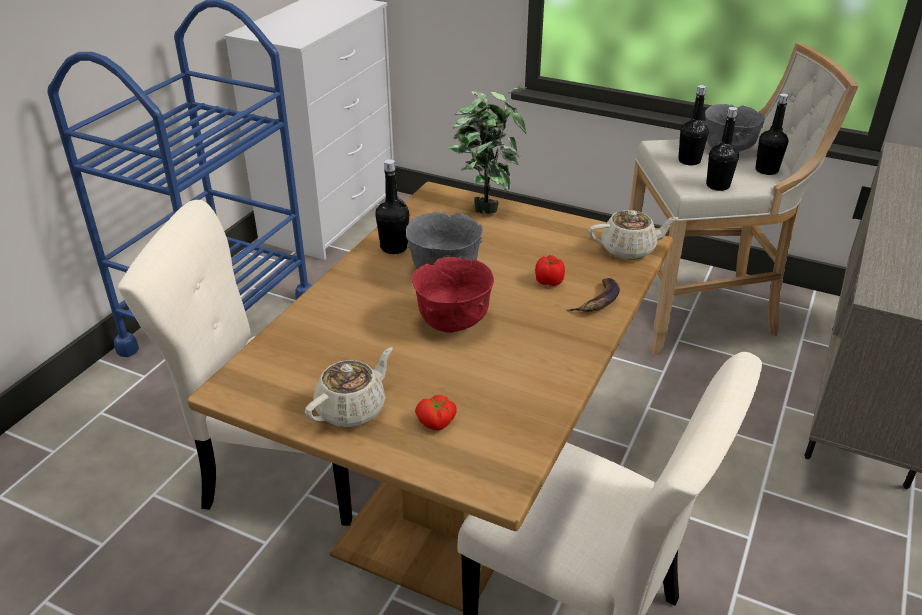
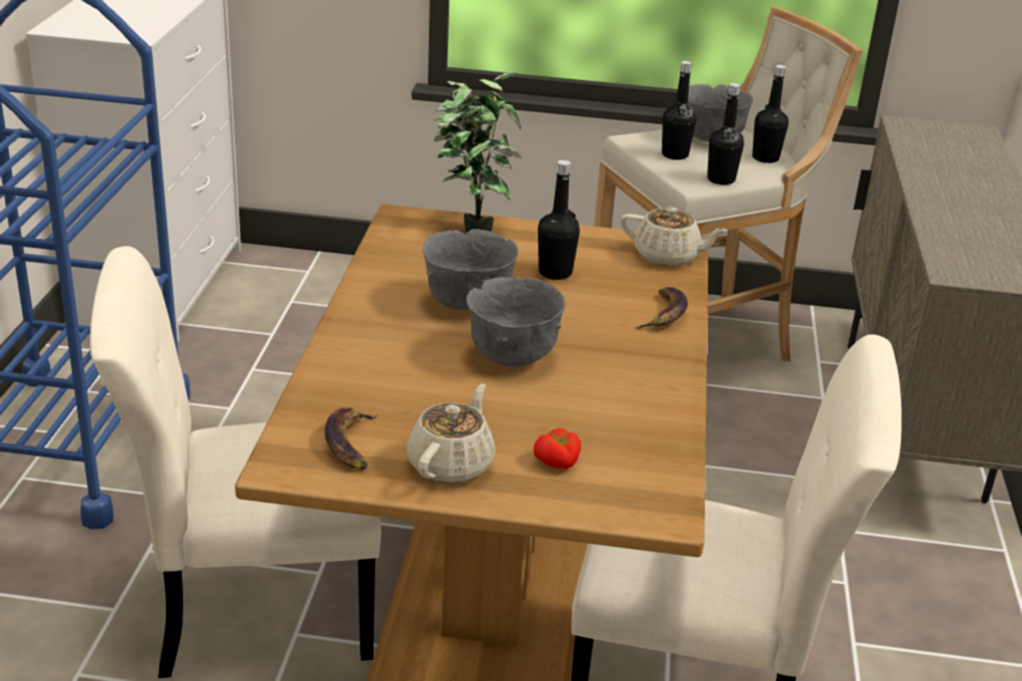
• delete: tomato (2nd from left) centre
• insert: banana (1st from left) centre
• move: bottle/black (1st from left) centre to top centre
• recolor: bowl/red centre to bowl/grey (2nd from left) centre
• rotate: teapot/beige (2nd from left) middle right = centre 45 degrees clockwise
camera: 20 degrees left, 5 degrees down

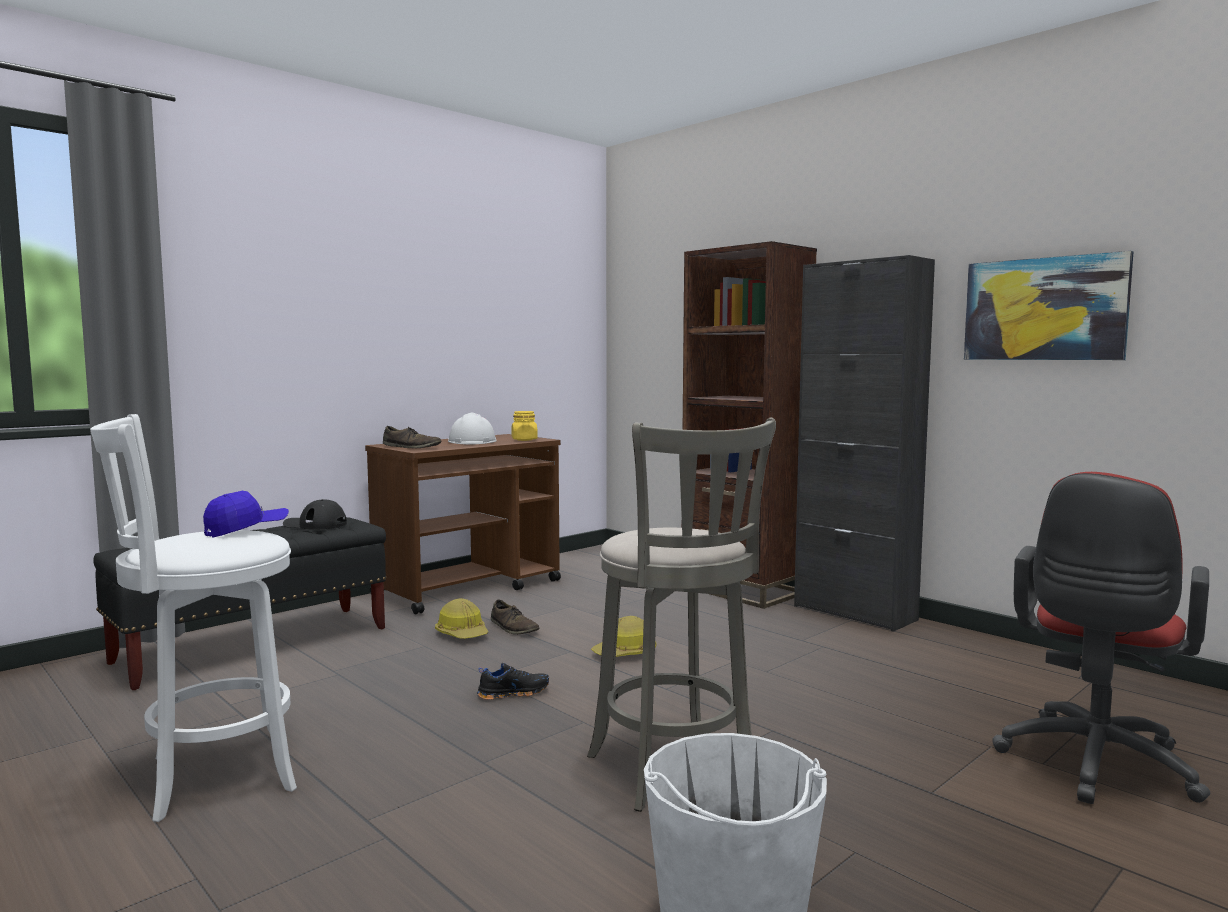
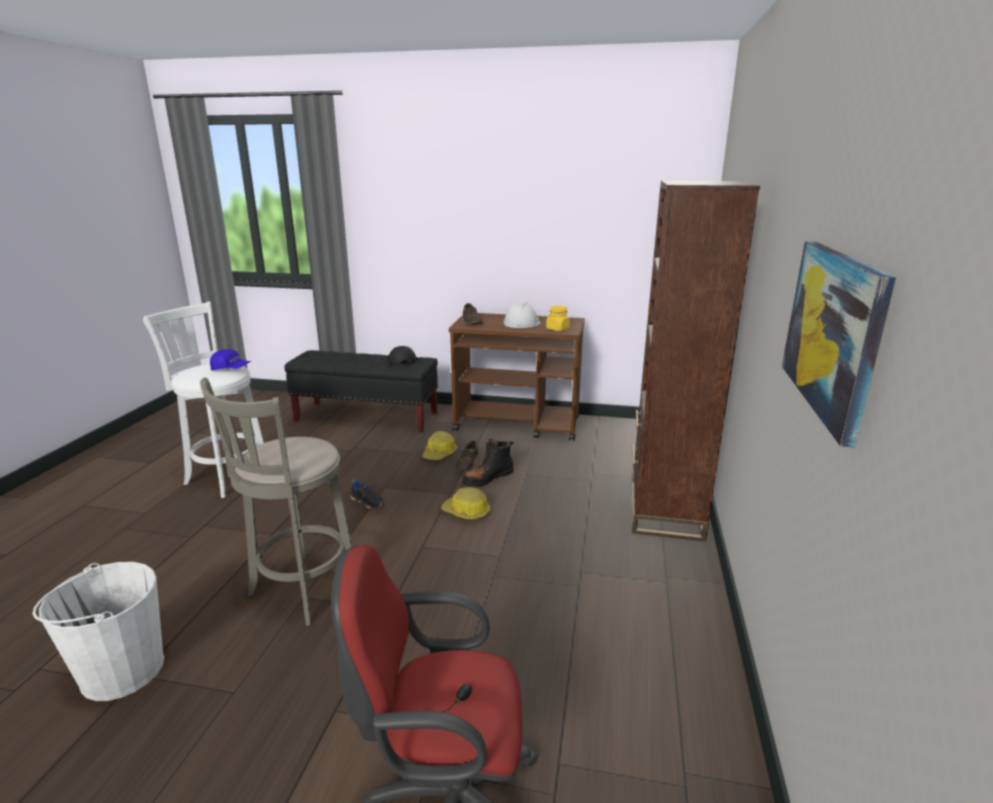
• delete: cabinet/black middle right
• insert: boot/black centre
camera: 55 degrees right, 15 degrees up

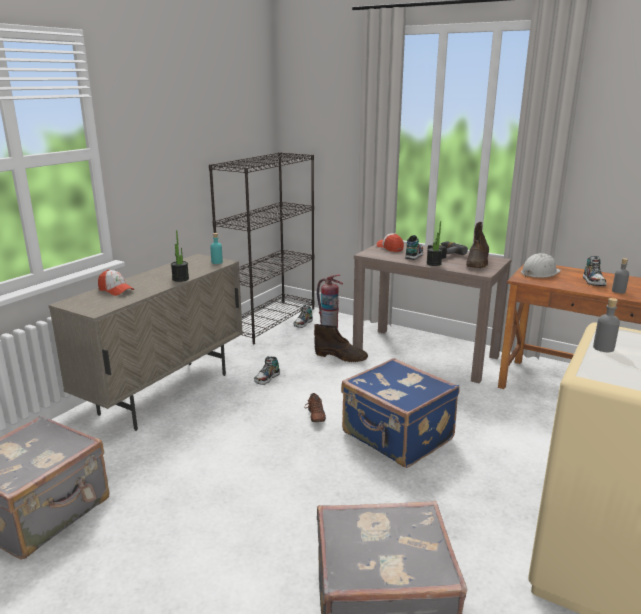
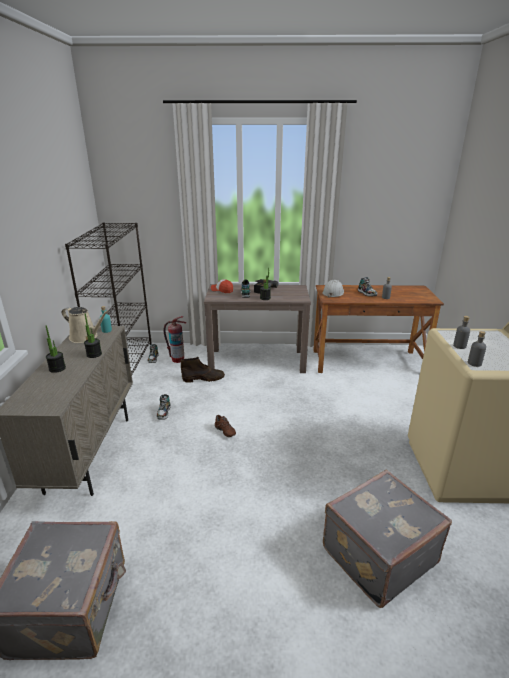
• delete: cap (1st from left) middle left
• delete: suitcase/blue bottom centre
• delete: boot/brown (2nd from left) middle right
• insert: potted plant (1st from left) middle left
• insert: watering can/beige middle left
• insert: bottle/grey (3rd from left) middle right
camera: 30 degrees left, 5 degrees up

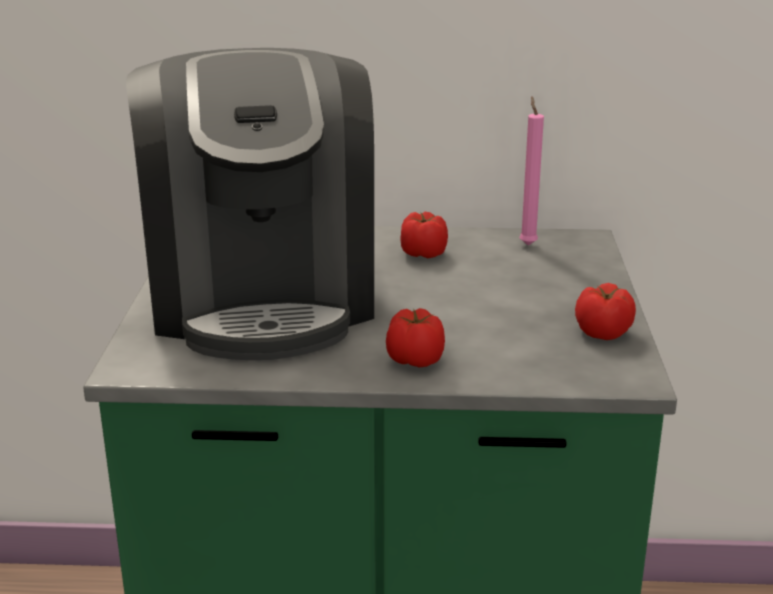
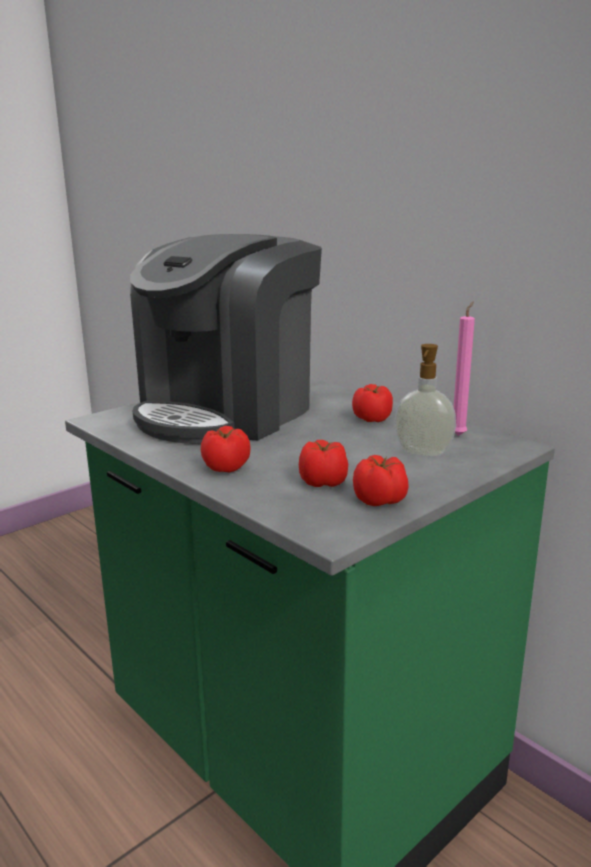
• insert: tomato (2nd from left) centre
• insert: soap dispenser middle right
camera: 45 degrees right, 5 degrees down

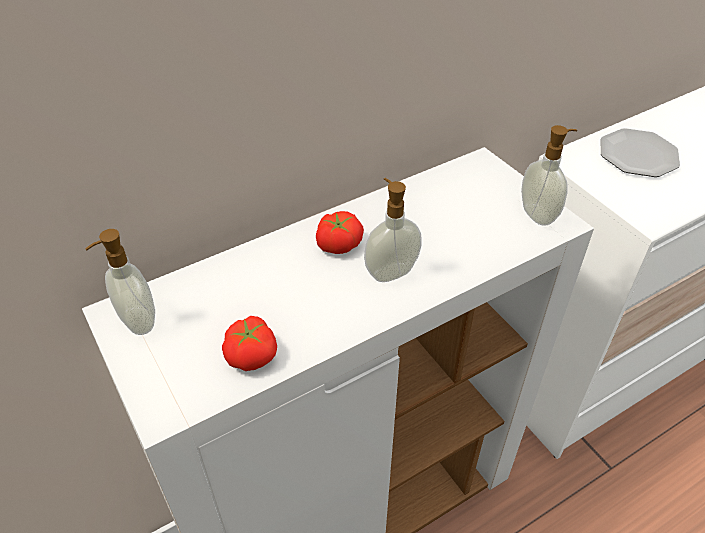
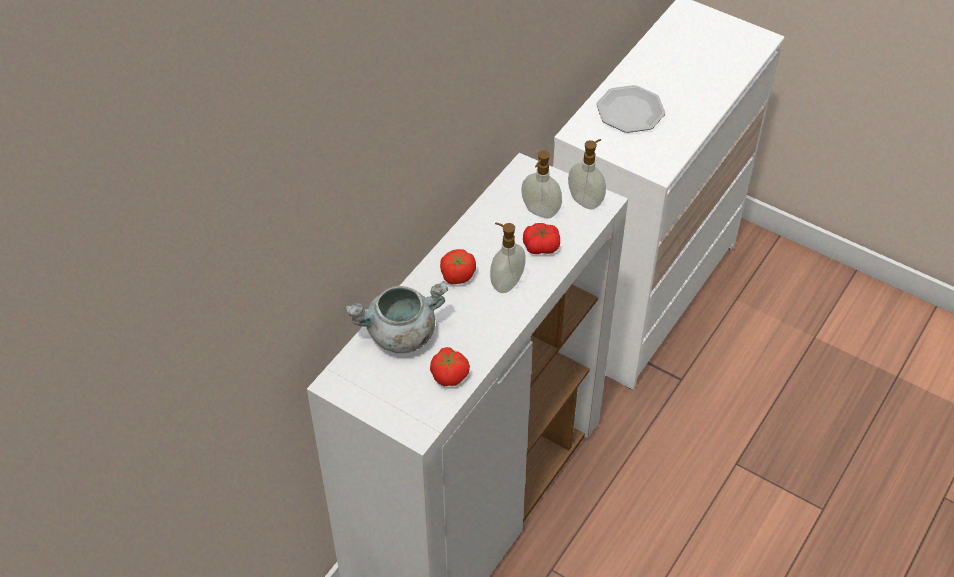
• insert: cooking pot/grey centre
• insert: tomato (3rd from left) centre
• move: soap dispenser (1st from left in the first image) middle left to soap dispenser (2nd from left) top centre
camera: 25 degrees left, 5 degrees up

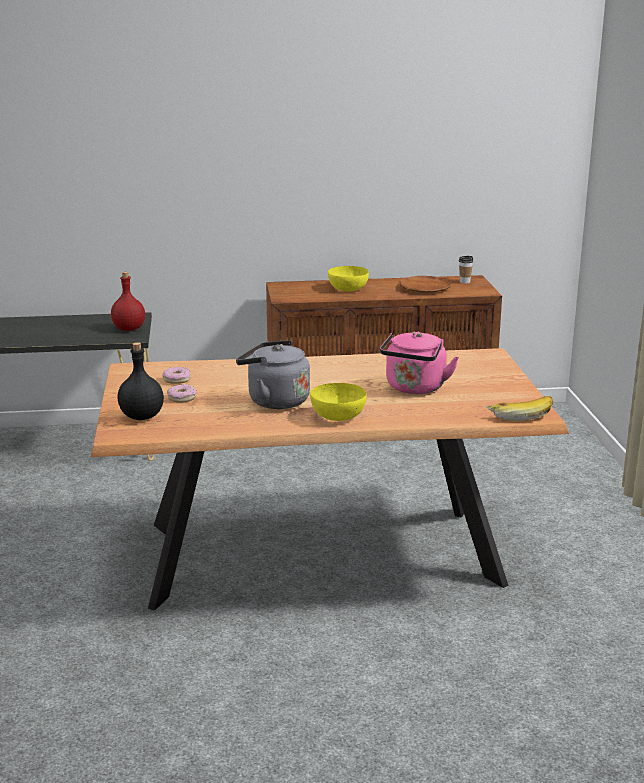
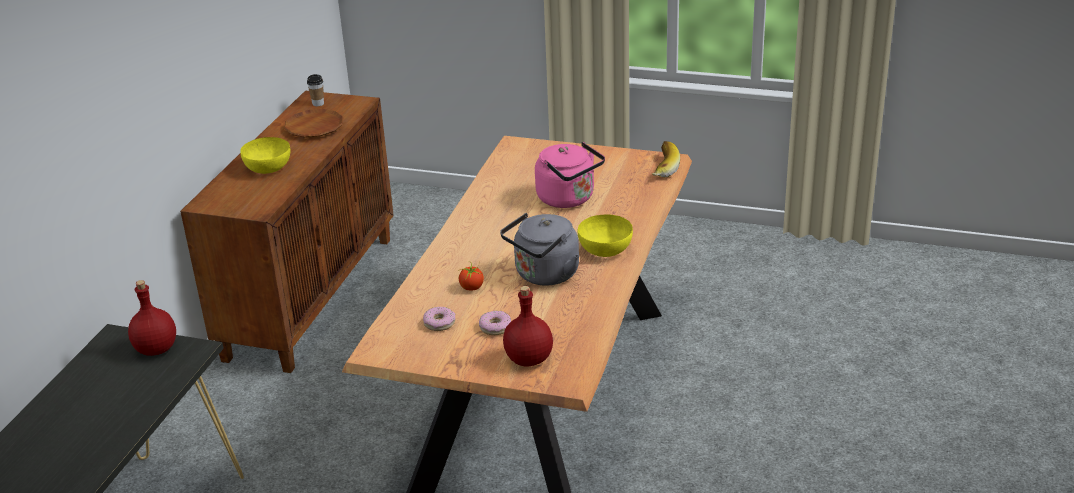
• insert: tomato centre
• recolor: bottle/black middle left to bottle/red (2nd from left) centre
camera: 65 degrees left, 10 degrees up

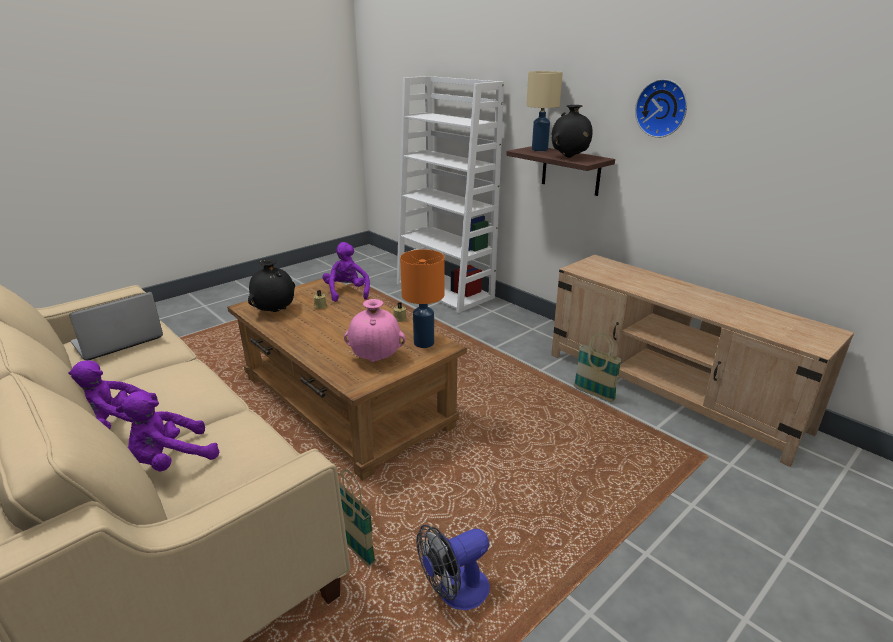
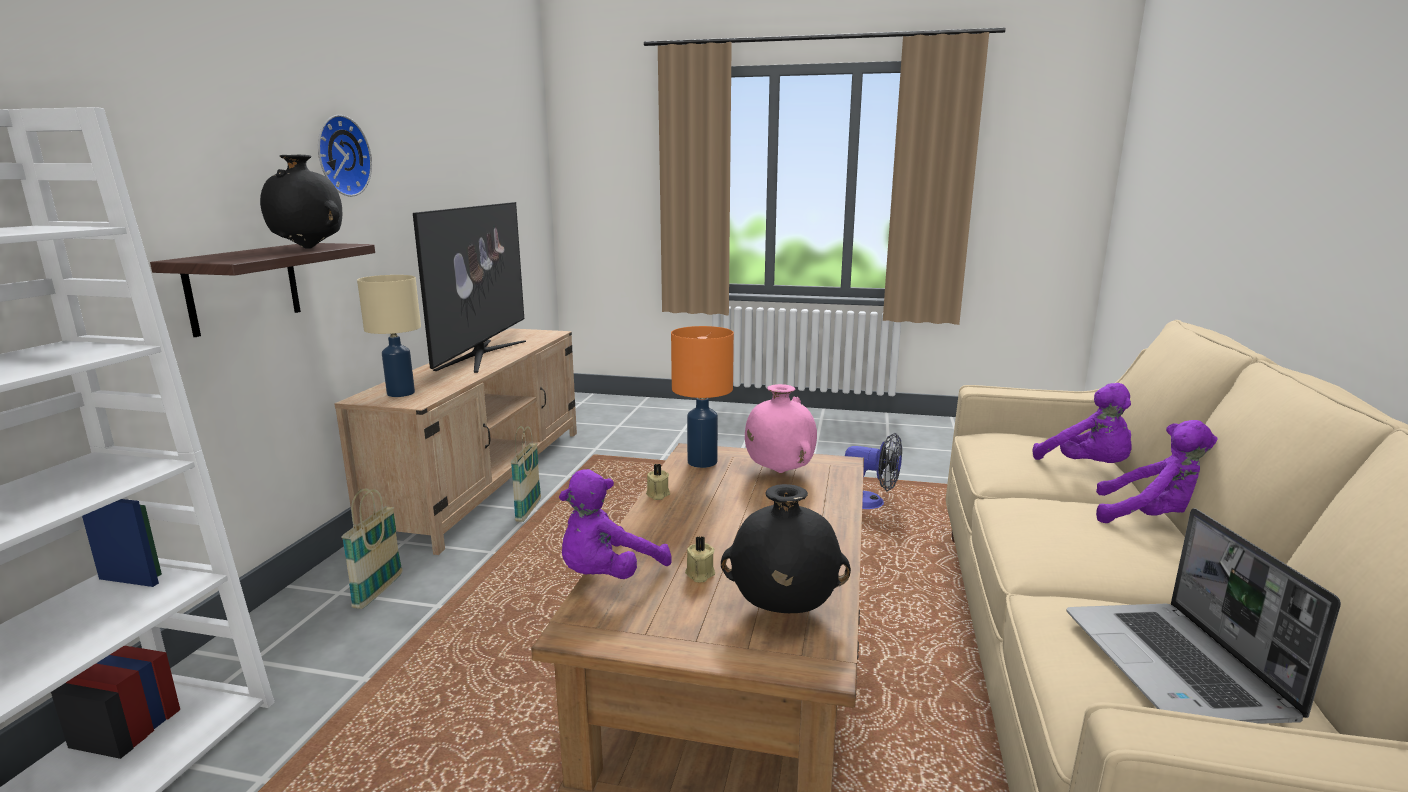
• insert: television middle left
• move: basket (1st from left) bottom centre to bottom left
• move: table lamp/beige top centre to middle left
• rotate: laptop middle left = bottom right 75 degrees clockwise
• rotate: plush toy/purple (2nd from left) bottom left = middle right 45 degrees clockwise
camera: 125 degrees left, 10 degrees down

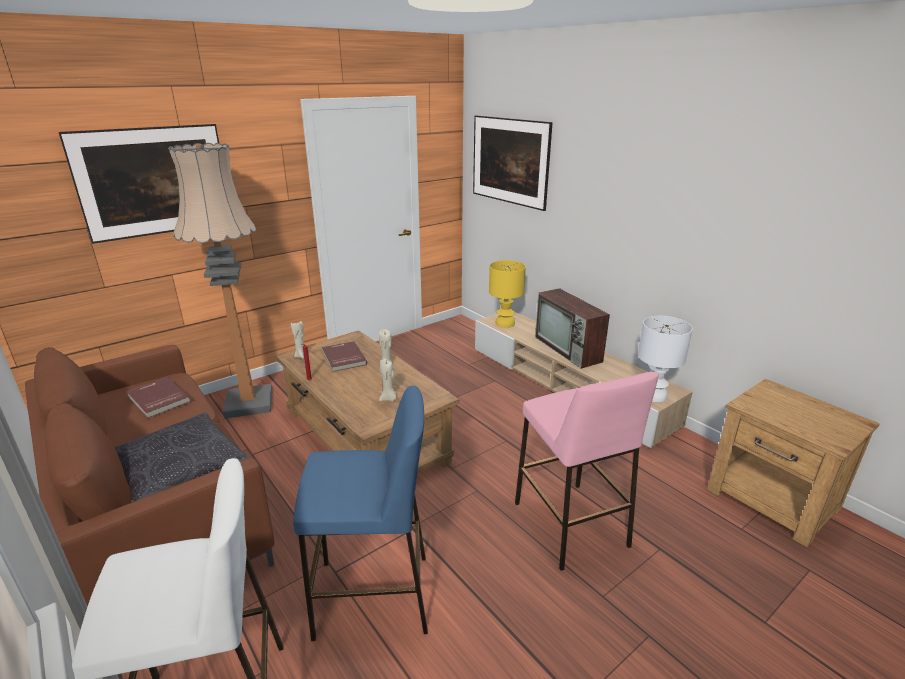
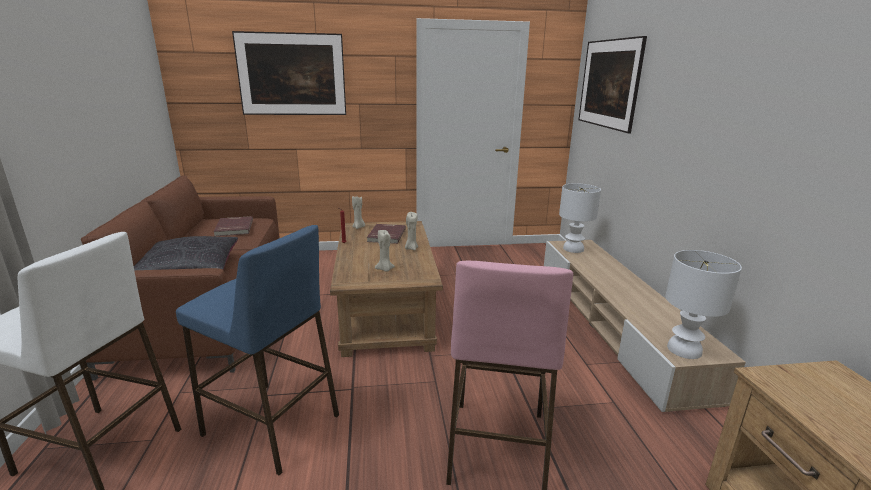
• delete: floor lamp middle left
• delete: television centre
• recolor: table lamp/yellow centre to table lamp/white (1st from left) centre
camera: 30 degrees right, 5 degrees down

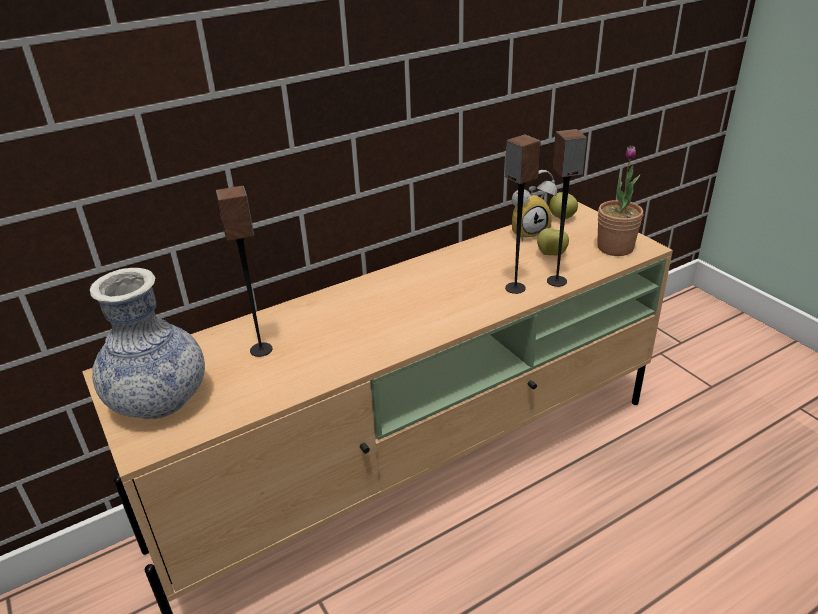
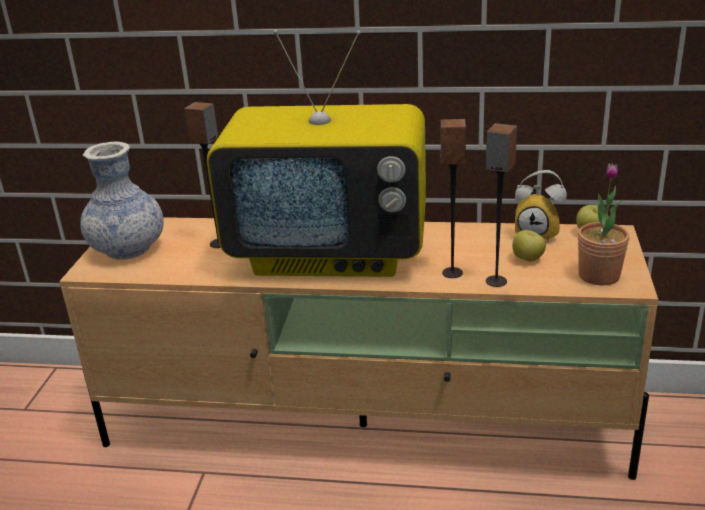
• insert: television top centre
camera: 40 degrees right, 5 degrees down

